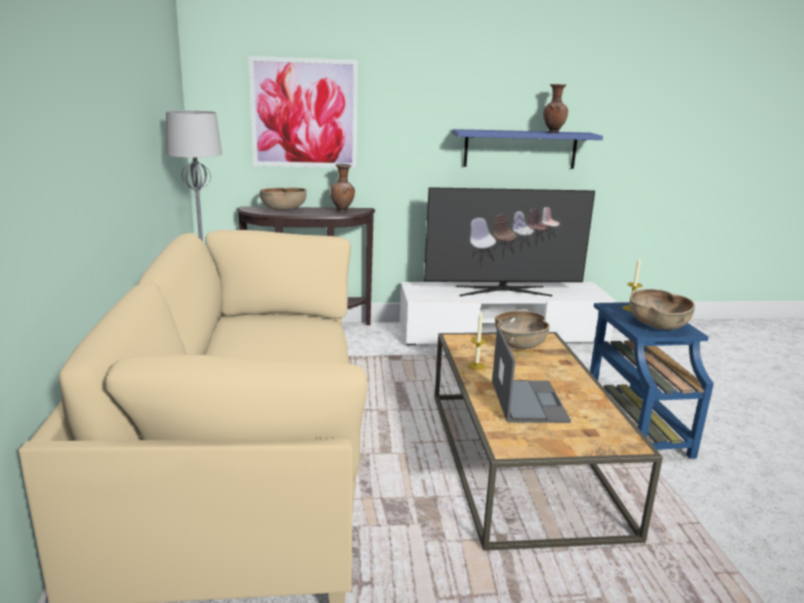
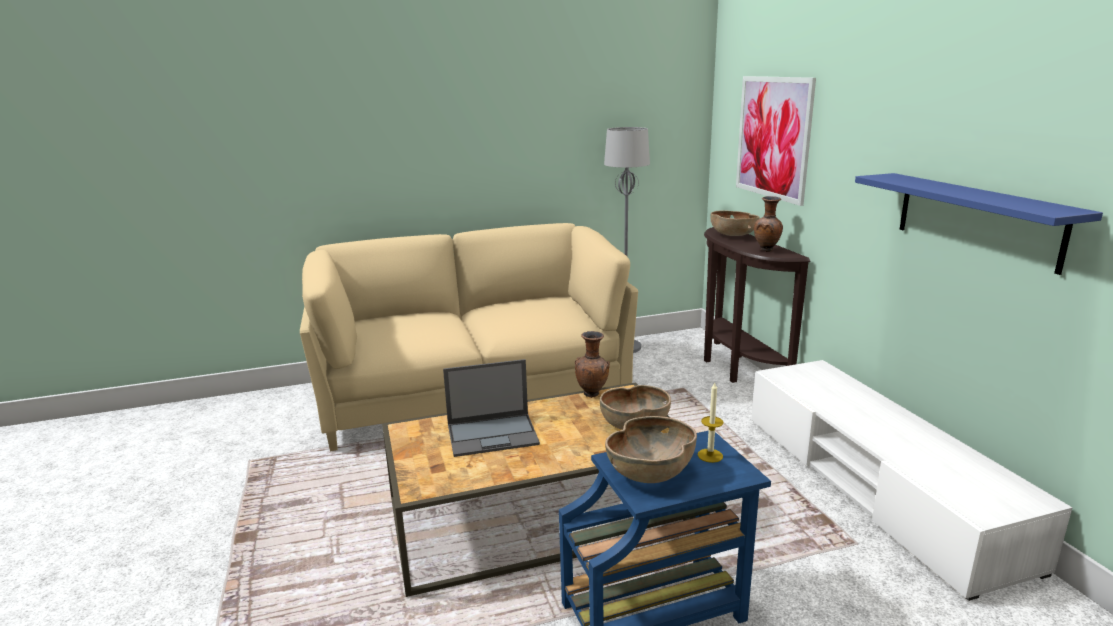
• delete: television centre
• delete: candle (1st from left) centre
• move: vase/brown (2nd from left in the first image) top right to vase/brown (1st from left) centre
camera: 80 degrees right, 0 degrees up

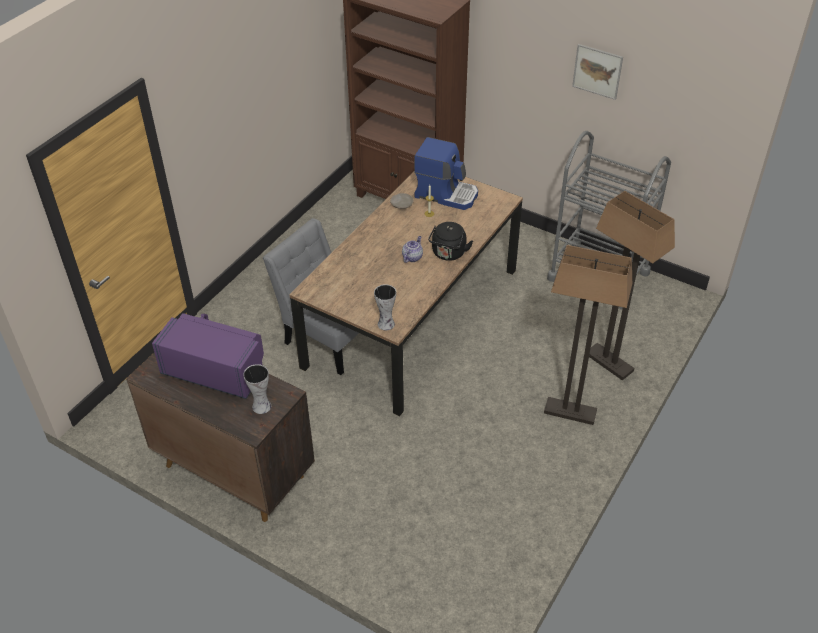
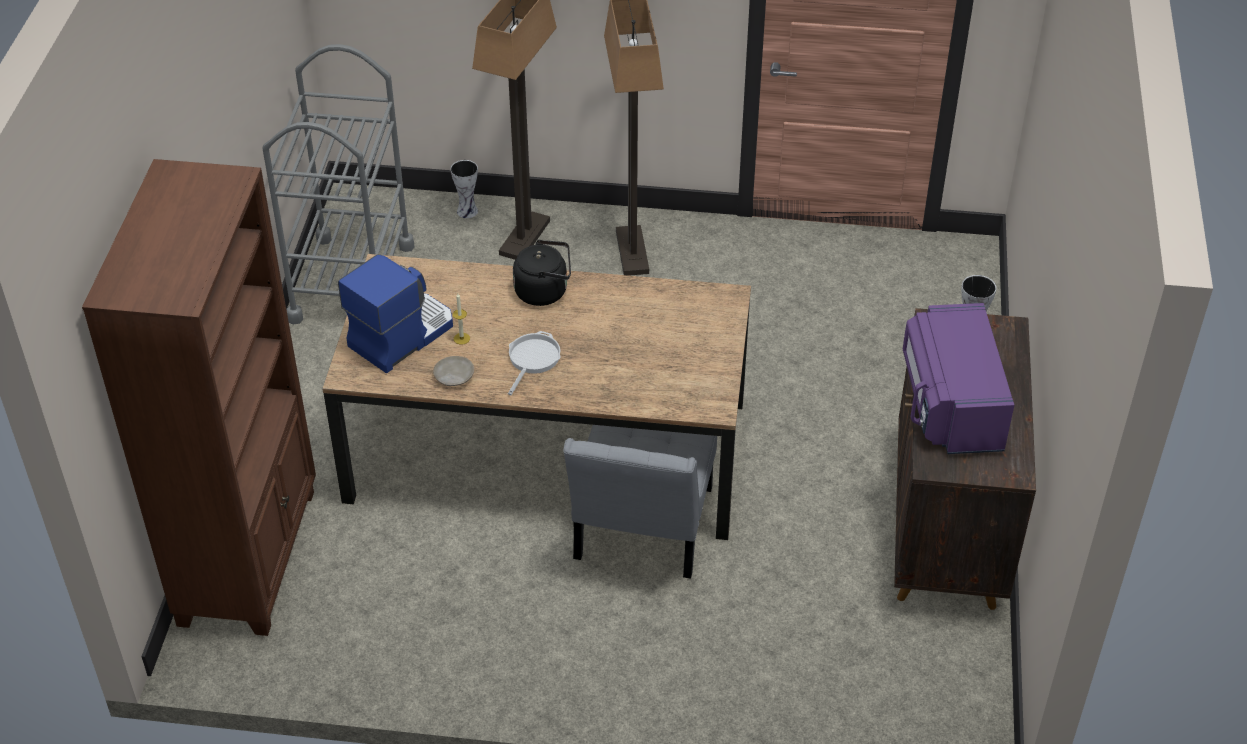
• delete: teapot centre
• delete: picture top right
• insert: frying pan centre
• move: vase (2nd from left in the first image) centre to vase (1st from left) top centre
• rotate: coffee machine top centre = middle left 45 degrees clockwise
camera: 115 degrees left, 0 degrees up

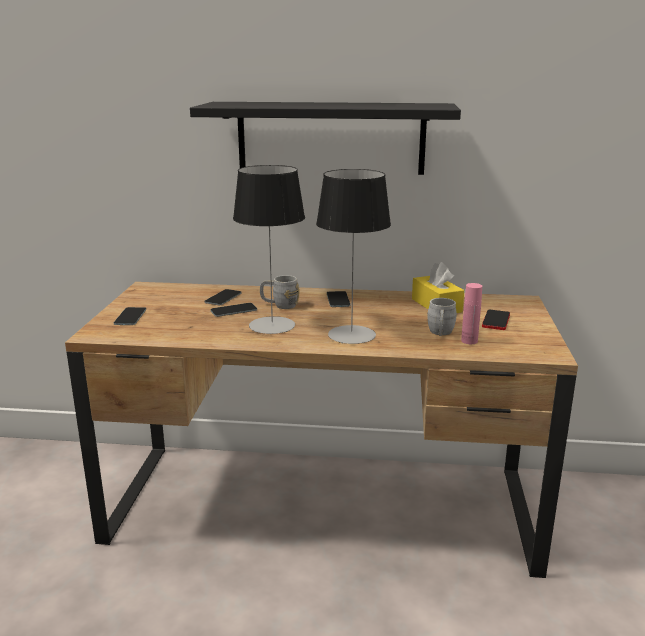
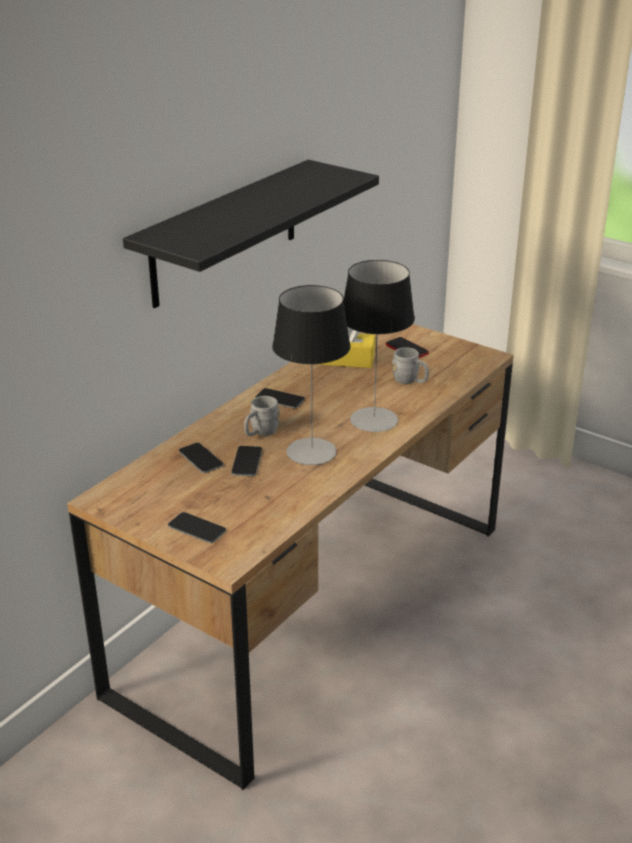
• delete: bottle/pink middle right
camera: 60 degrees left, 10 degrees up

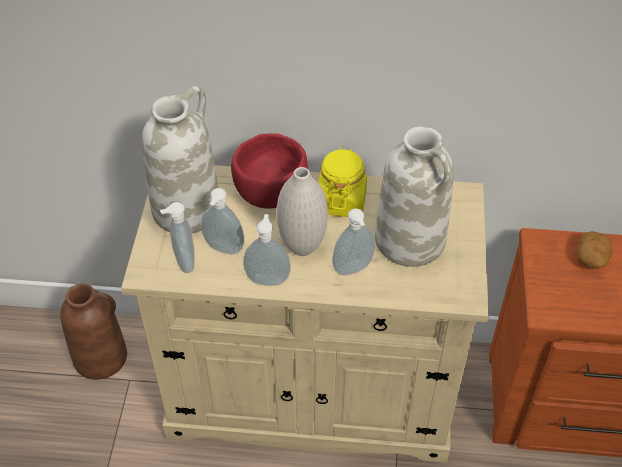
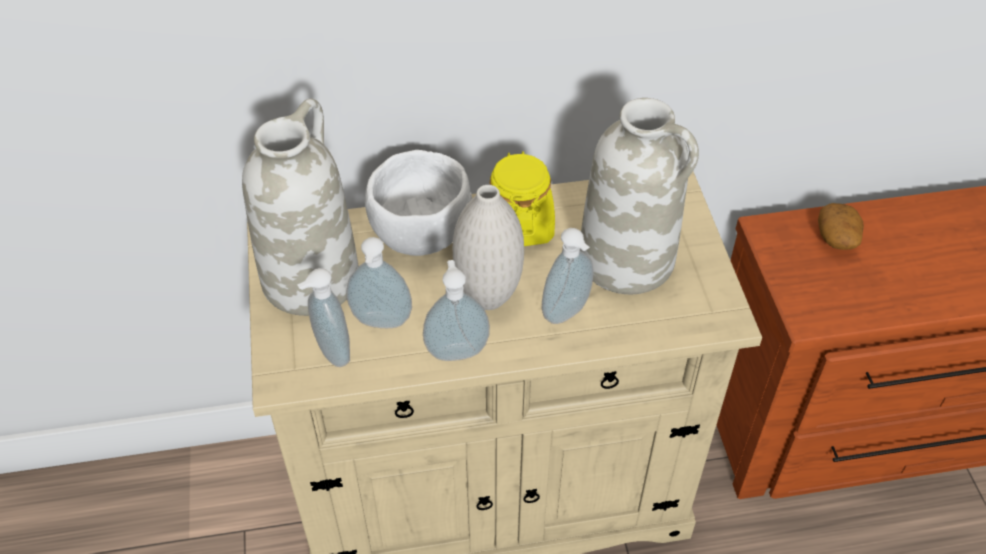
• delete: vase/brown bottom left
• recolor: bowl/red centre to bowl/white centre
camera: 15 degrees left, 0 degrees up

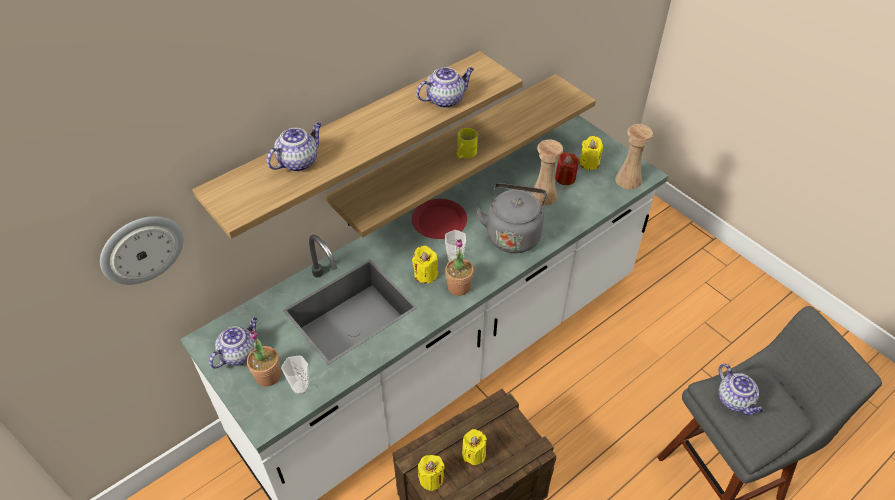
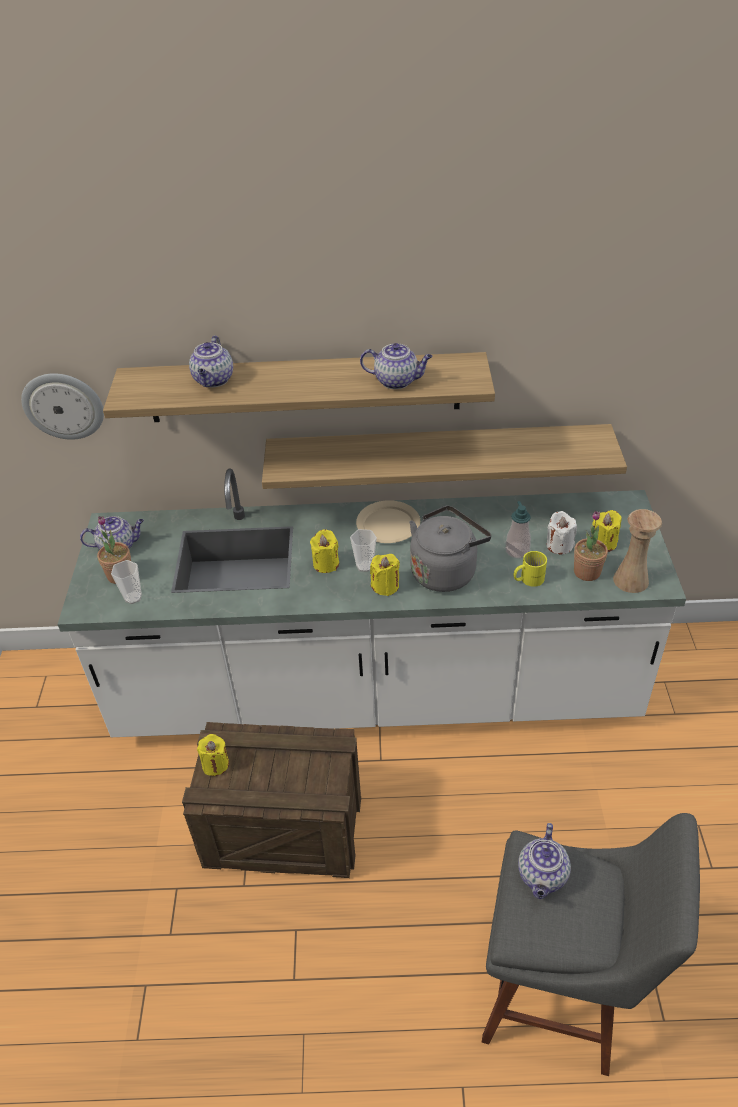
• move: potted plant (2nd from left) centre to middle right
• move: mug/yellow top centre to middle right
• move: candle/yellow (3rd from left) bottom centre to centre
• replace: vase/beige (1st from left) centre to soap dispenser middle right
• recolor: plate/red centre to plate/beige centre
• recolor: candle/red centre to candle/white middle right
• rotate: teapot (2nd from left) top left = top left 105 degrees clockwise
camera: 40 degrees right, 5 degrees down

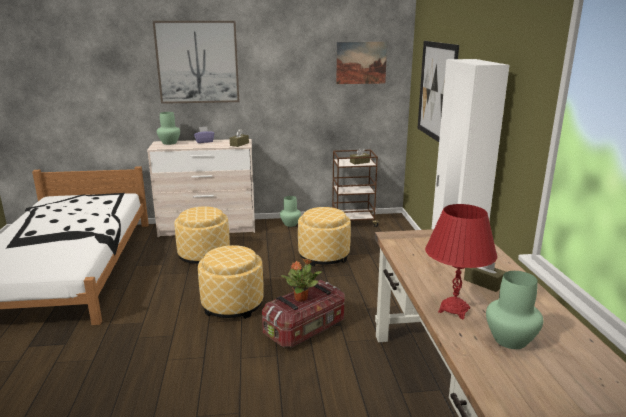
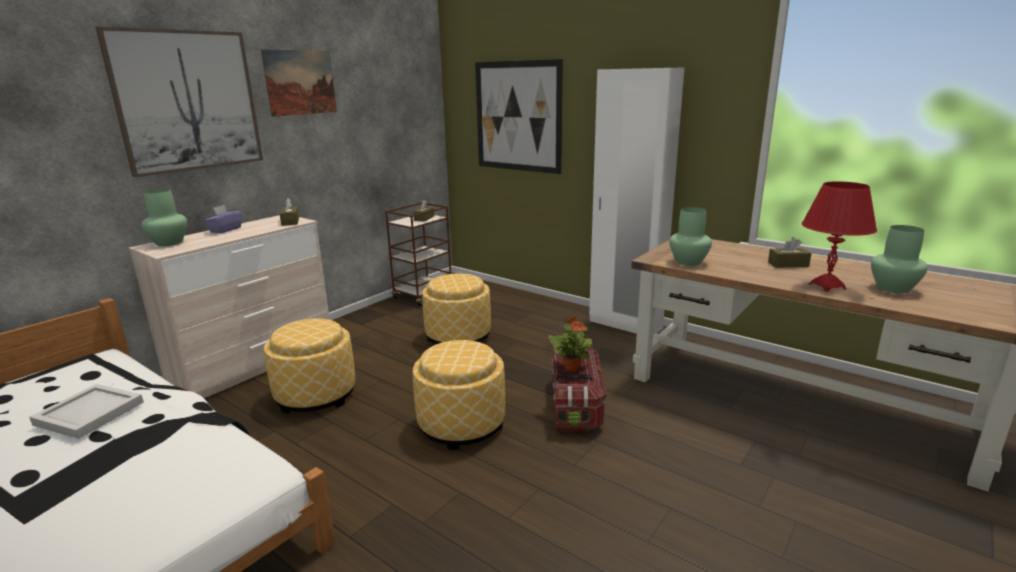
• insert: tray/white bottom left
• move: vase/green (2nd from left) centre to middle right
• move: picture (2nd from left) top centre to top left
camera: 45 degrees left, 0 degrees up

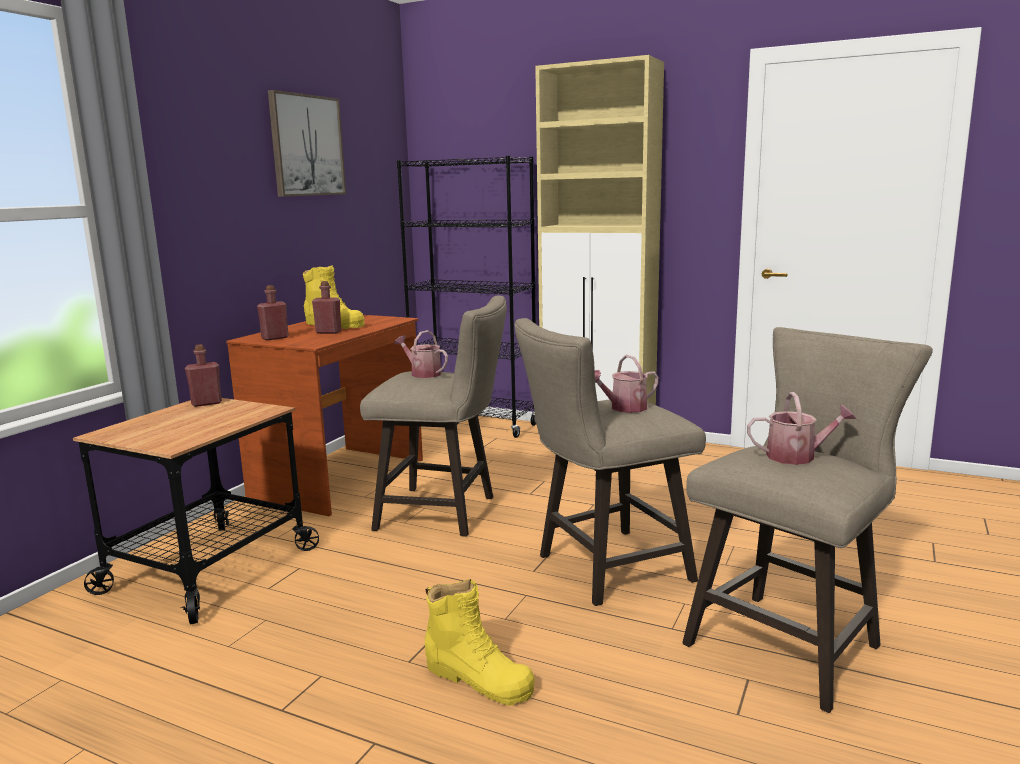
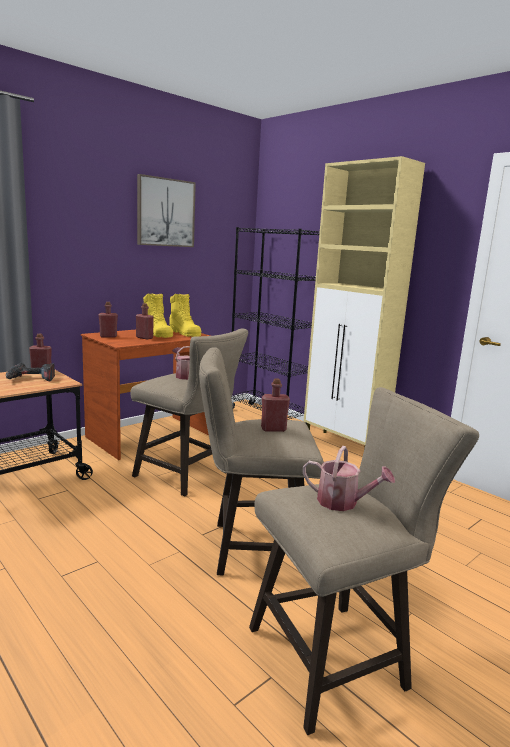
• insert: power drill middle left
• move: boot/yellow (2nd from left) bottom centre to centre
• replace: watering can (2nd from left) centre to bottle/red (4th from left) centre
camera: 20 degrees right, 0 degrees up

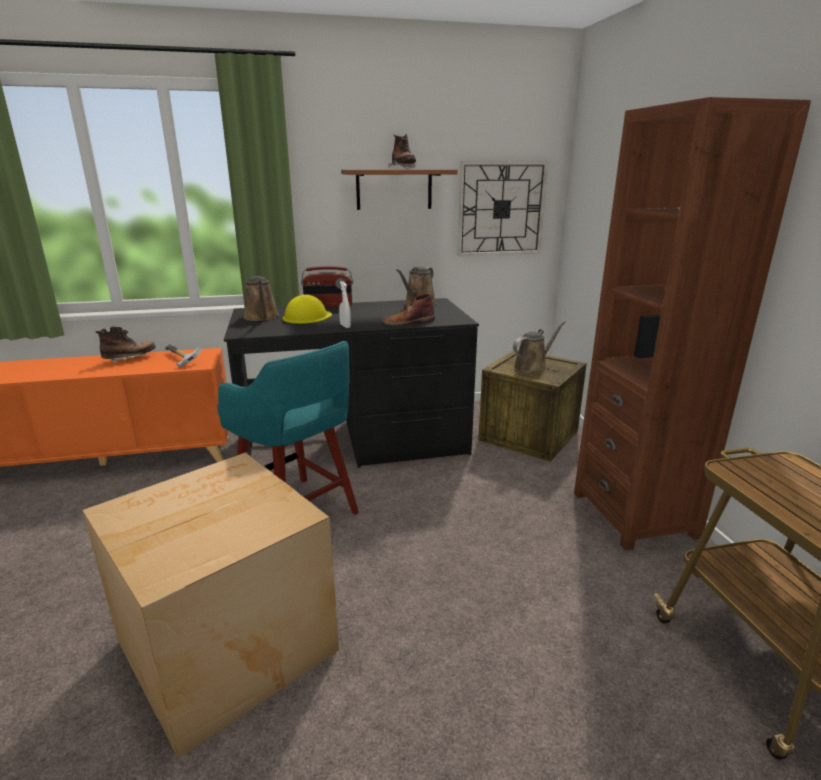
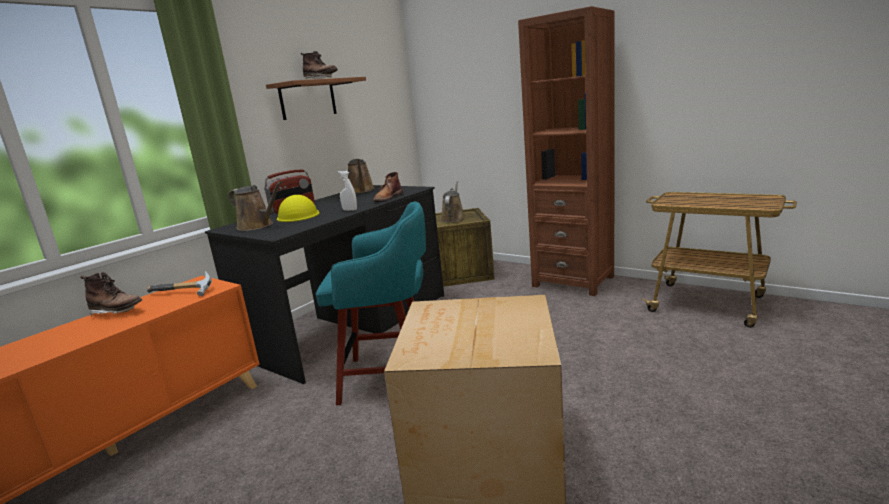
• delete: wall clock top centre
• rotate: boot/brown (1st from left) middle left = middle left 90 degrees clockwise
camera: 40 degrees left, 5 degrees down

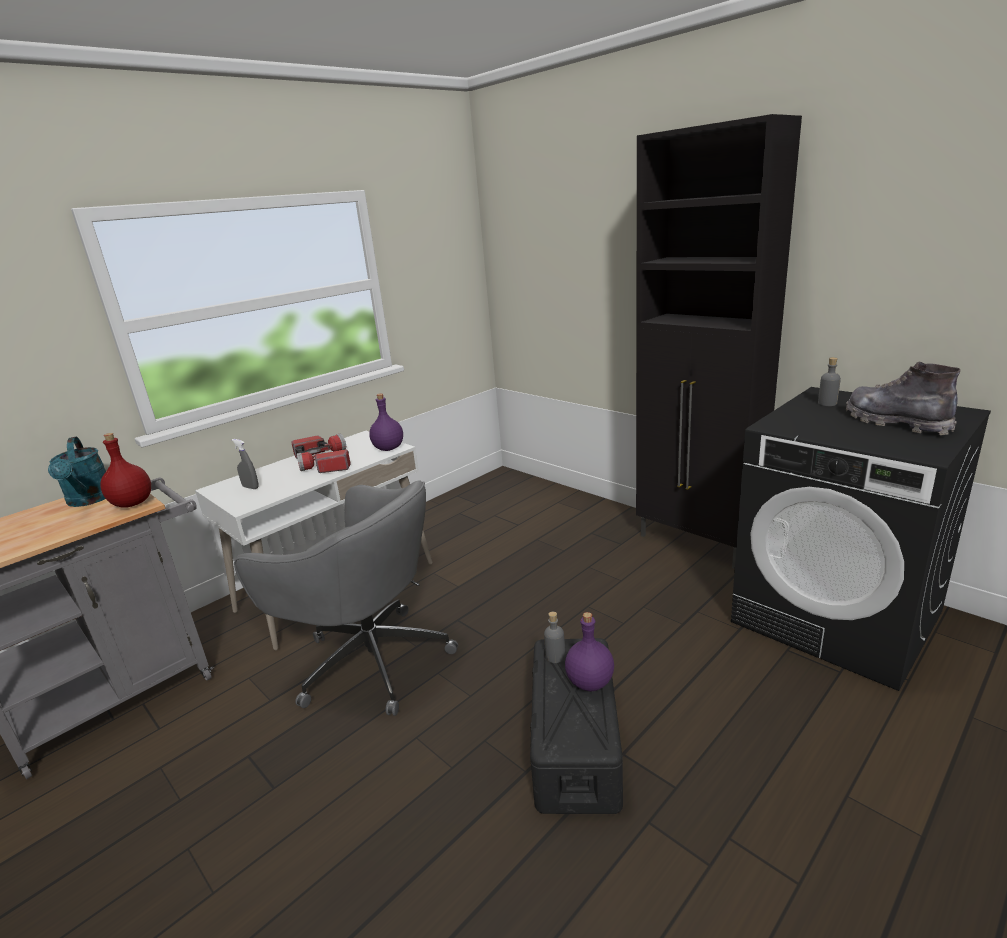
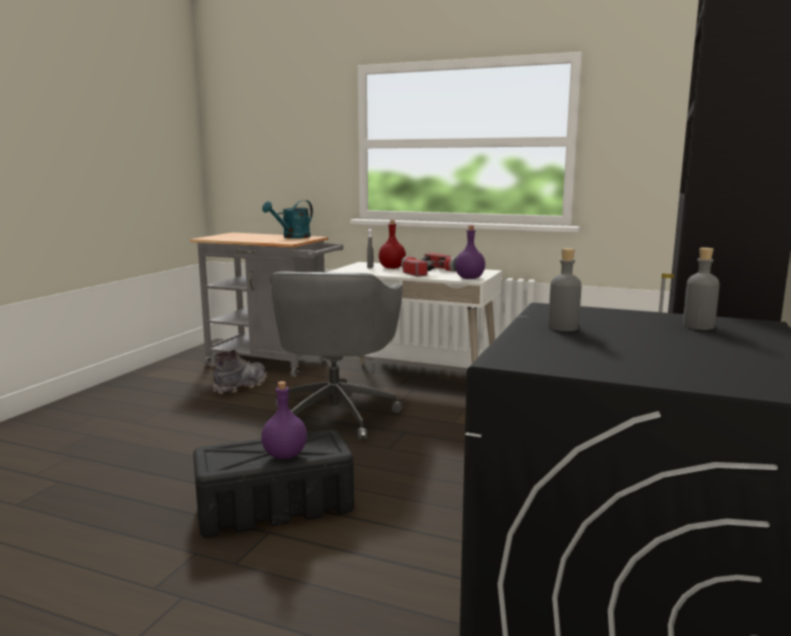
• move: bottle/red middle left to centre
• move: bottle/grey (1st from left) bottom centre to middle right
• move: boot/grey middle right to middle left
camera: 65 degrees right, 10 degrees down

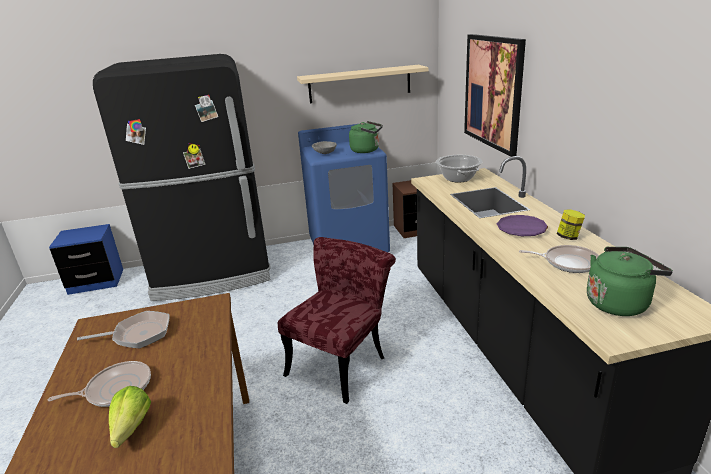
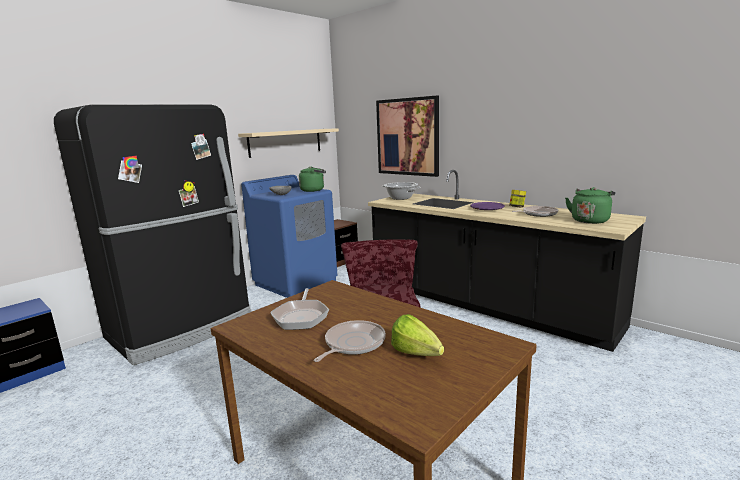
• rotate: frying pan (2nd from left in the first image) bottom left = centre 135 degrees clockwise
camera: 35 degrees left, 10 degrees down

